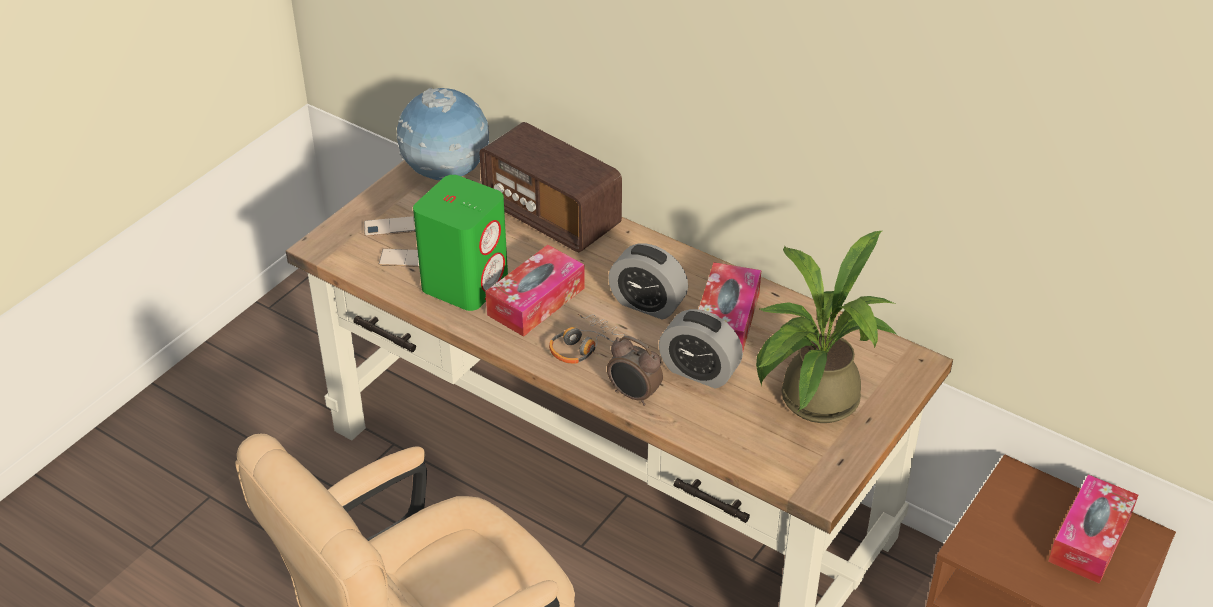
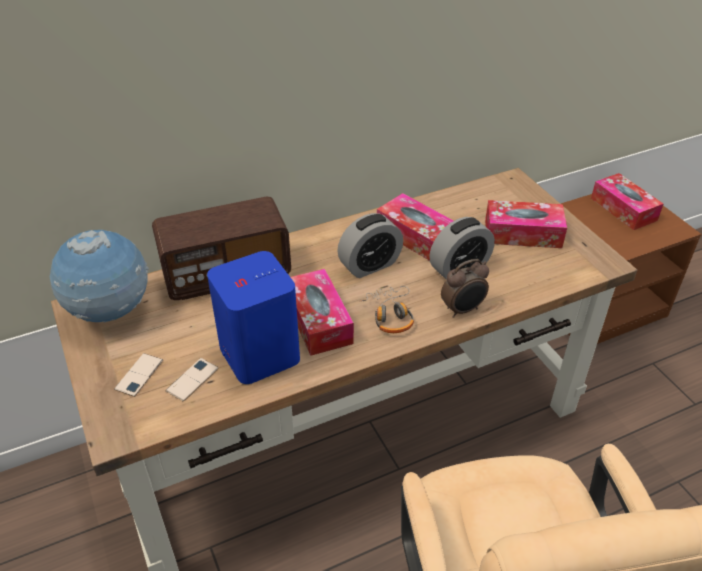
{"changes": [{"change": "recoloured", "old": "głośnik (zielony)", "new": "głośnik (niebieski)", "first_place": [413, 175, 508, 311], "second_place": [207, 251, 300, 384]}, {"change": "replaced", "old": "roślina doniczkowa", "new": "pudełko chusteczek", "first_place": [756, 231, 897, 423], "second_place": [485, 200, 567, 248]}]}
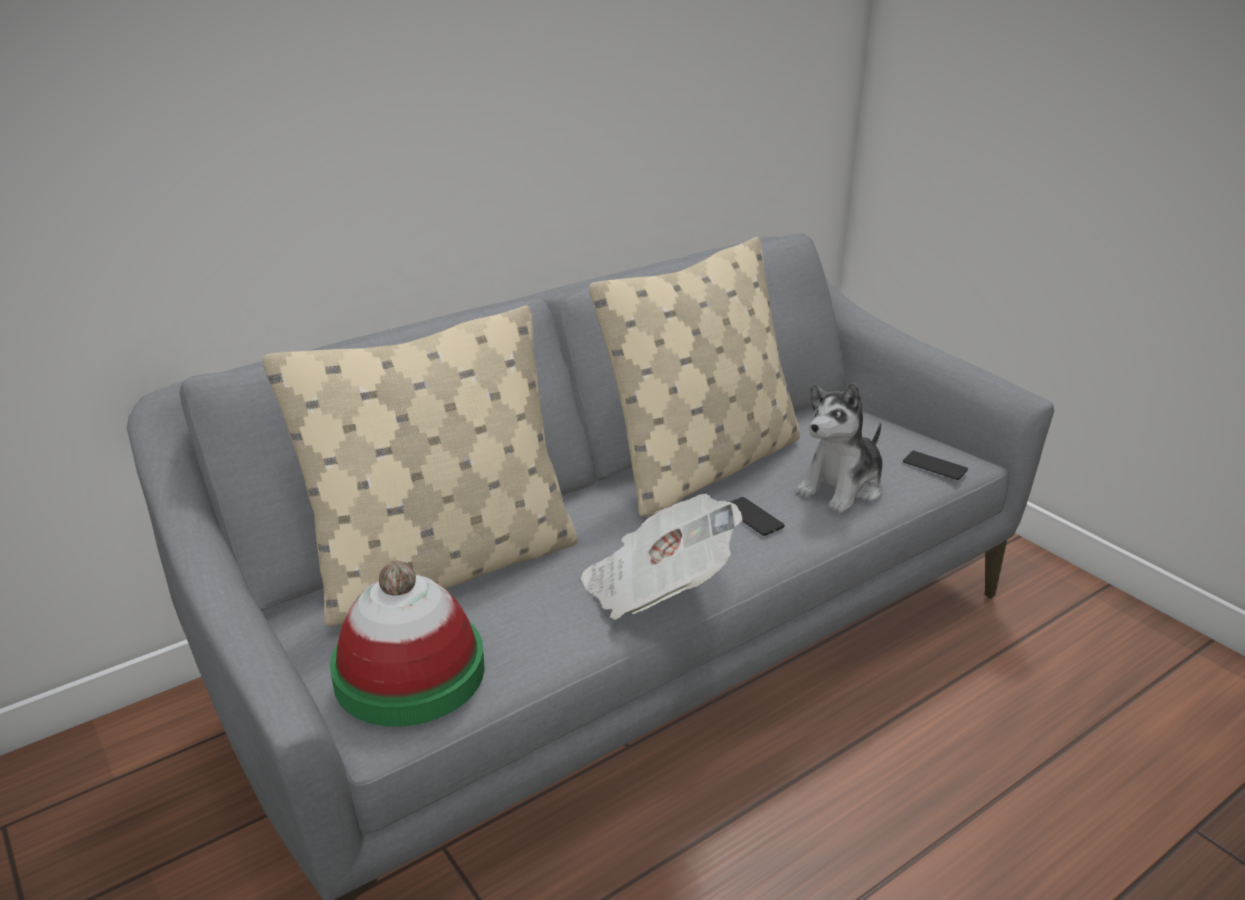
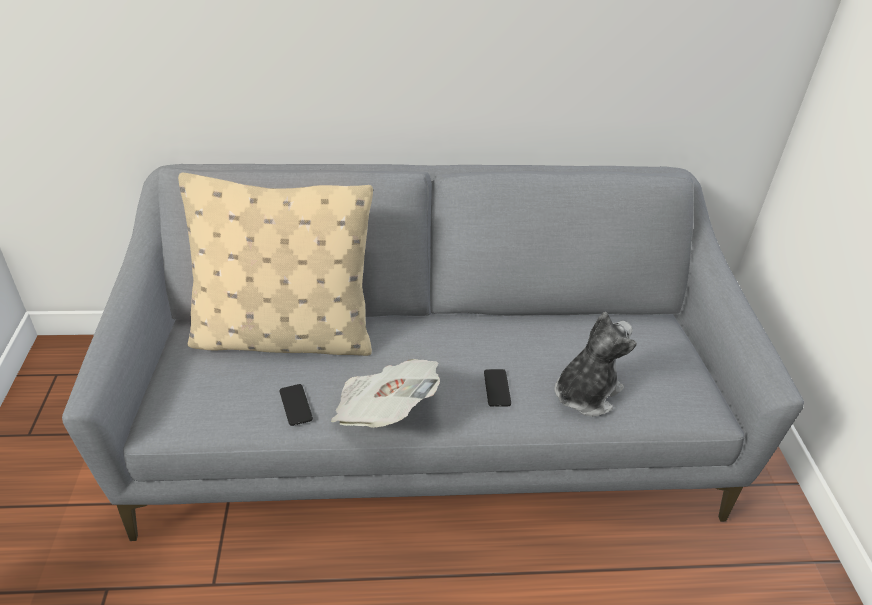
{"changes": [{"change": "removed", "old": "poduszka (beżowy)", "first_place": [589, 237, 800, 517]}, {"change": "turned", "old": "pluszak", "first_place": [795, 383, 883, 513], "second_place": [554, 312, 637, 417], "degrees": 150}, {"change": "moved", "old": "telefon", "first_place": [903, 451, 968, 480], "second_place": [280, 384, 313, 426]}, {"change": "removed", "old": "kapelusz", "first_place": [330, 561, 485, 727]}]}
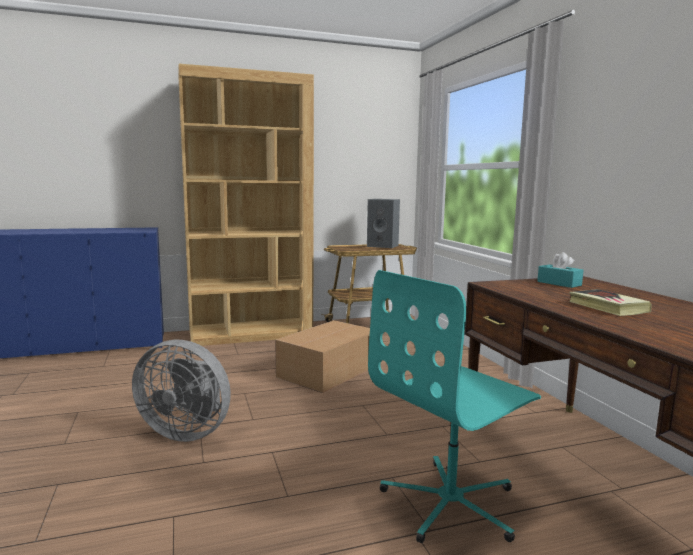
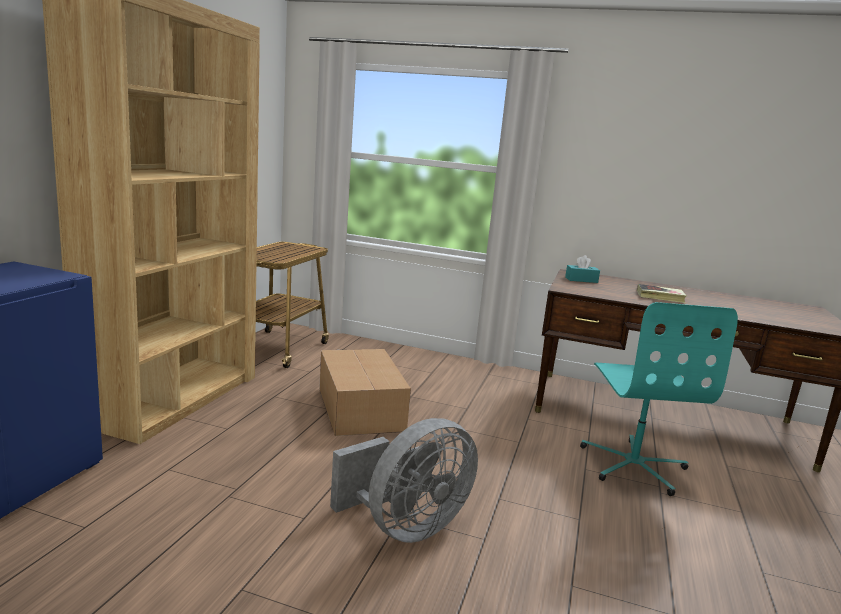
{"changes": [{"change": "removed", "old": "głośnik (szary)", "first_place": [367, 199, 400, 248]}]}
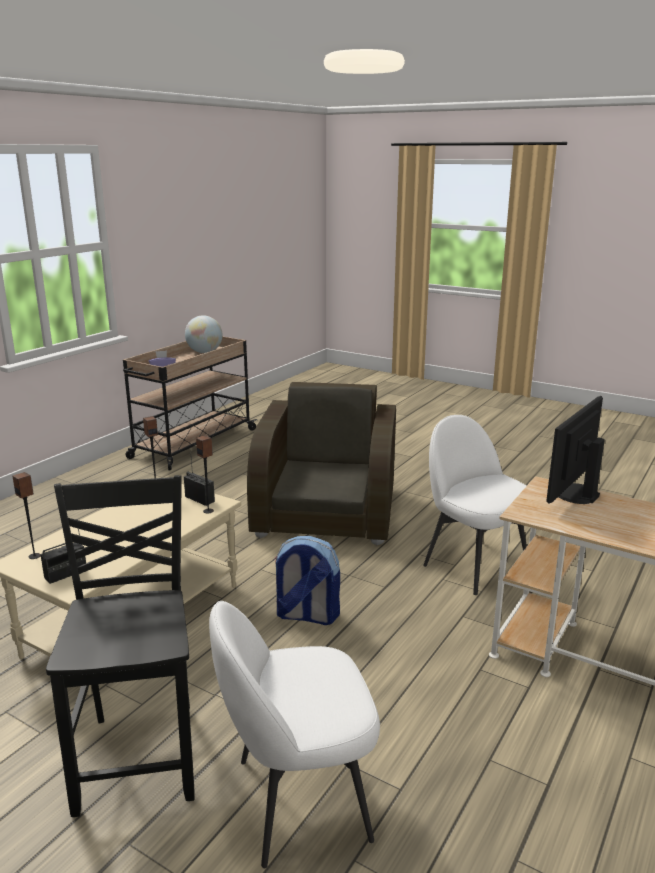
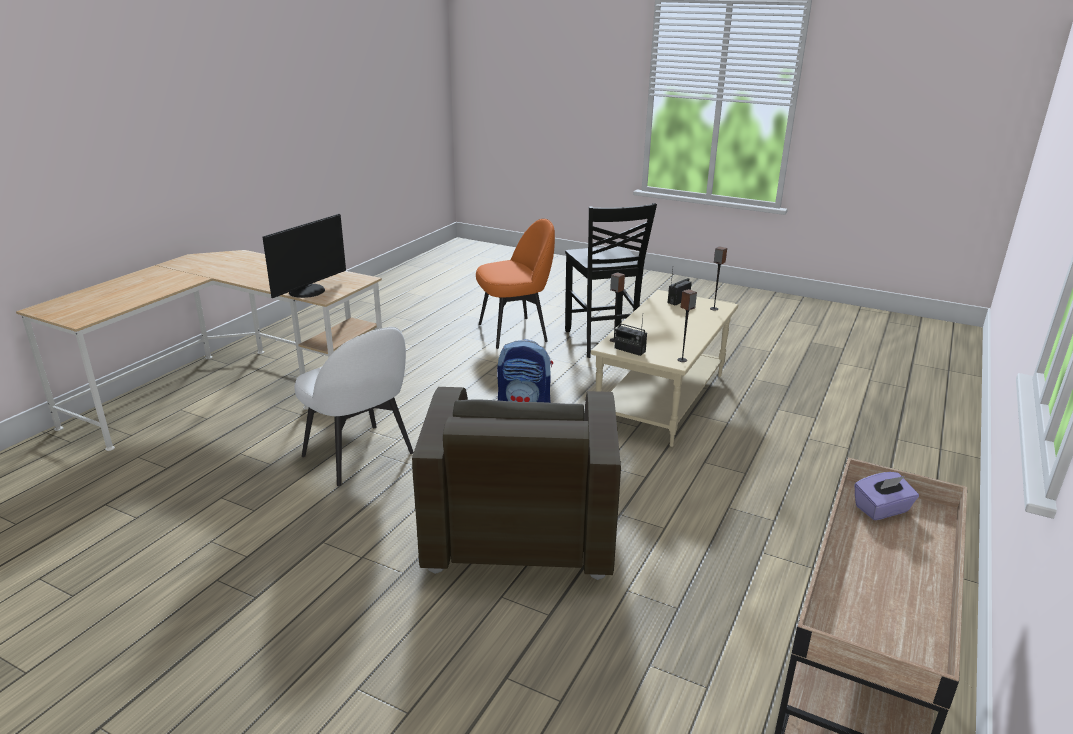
{"changes": [{"change": "removed", "old": "globus", "first_place": [185, 315, 223, 353]}, {"change": "recoloured", "old": "krzesło (biały)", "new": "krzesło (pomarańczowy)", "first_place": [209, 601, 380, 868], "second_place": [476, 219, 555, 349]}]}
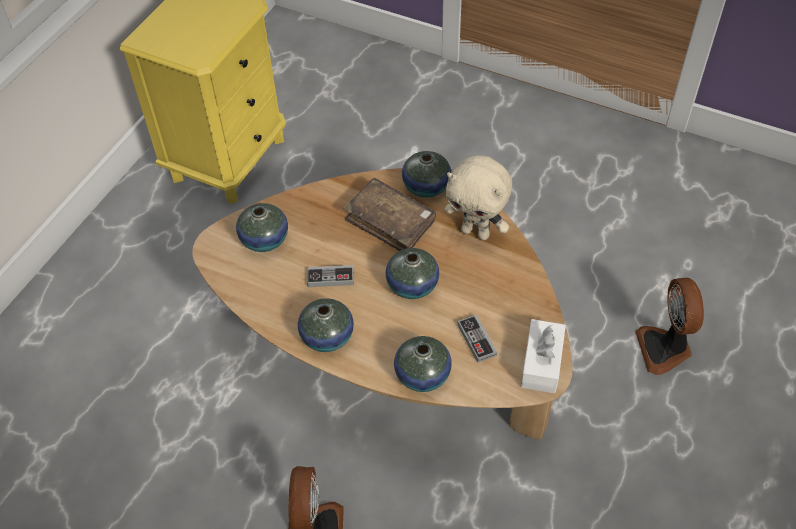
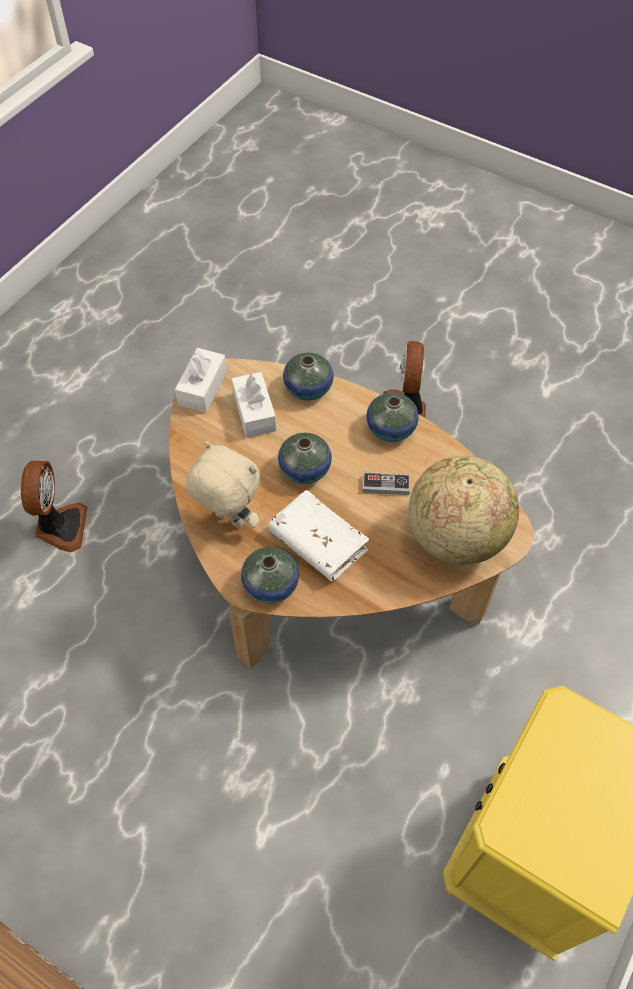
{"changes": [{"change": "recoloured", "old": "książka (brązowy)", "new": "książka (biały)", "first_place": [344, 178, 436, 251], "second_place": [269, 490, 370, 581]}, {"change": "replaced", "old": "wazon", "new": "globus", "first_place": [236, 203, 288, 252], "second_place": [409, 456, 519, 565]}, {"change": "replaced", "old": "pad do gier", "new": "pudełko chusteczek (biały)", "first_place": [458, 314, 497, 363], "second_place": [232, 372, 276, 438]}]}
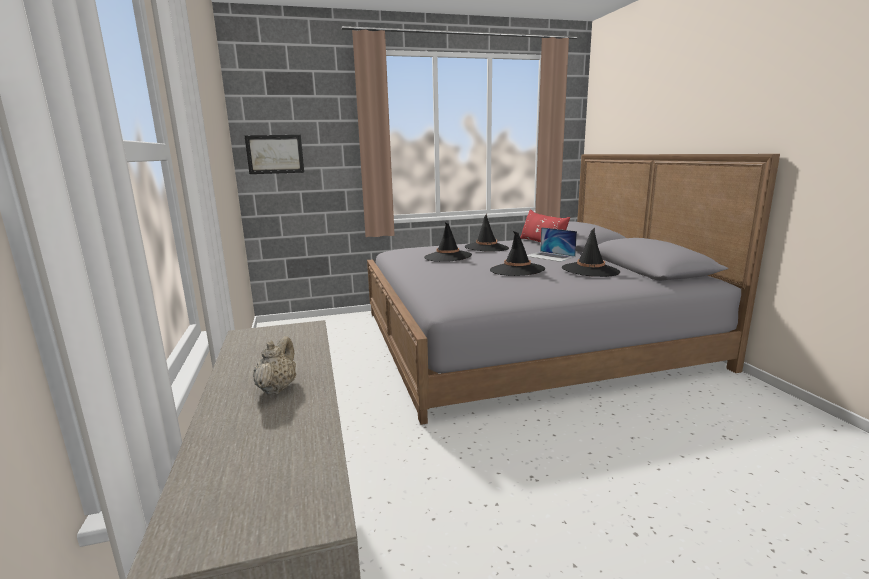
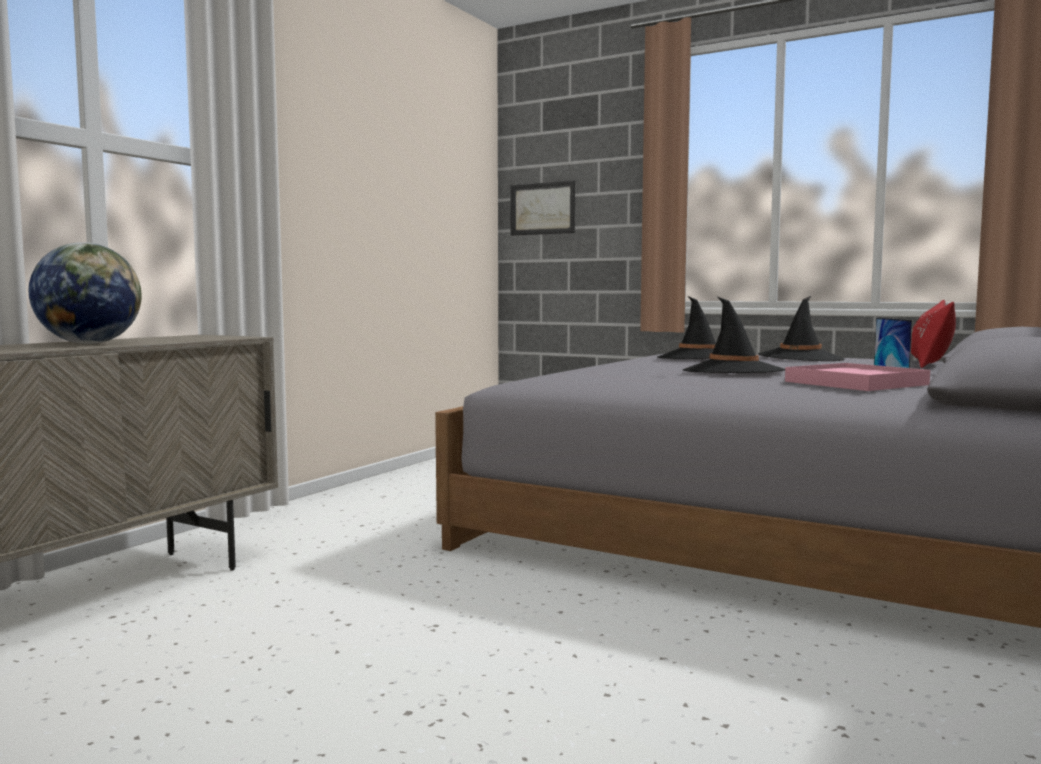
{"changes": [{"change": "replaced", "old": "kapelusz (czarny)", "new": "taca (różowy)", "first_place": [562, 228, 620, 277], "second_place": [785, 363, 930, 391]}, {"change": "replaced", "old": "imbryk (beżowy)", "new": "globus", "first_place": [253, 336, 296, 394], "second_place": [29, 242, 142, 344]}]}
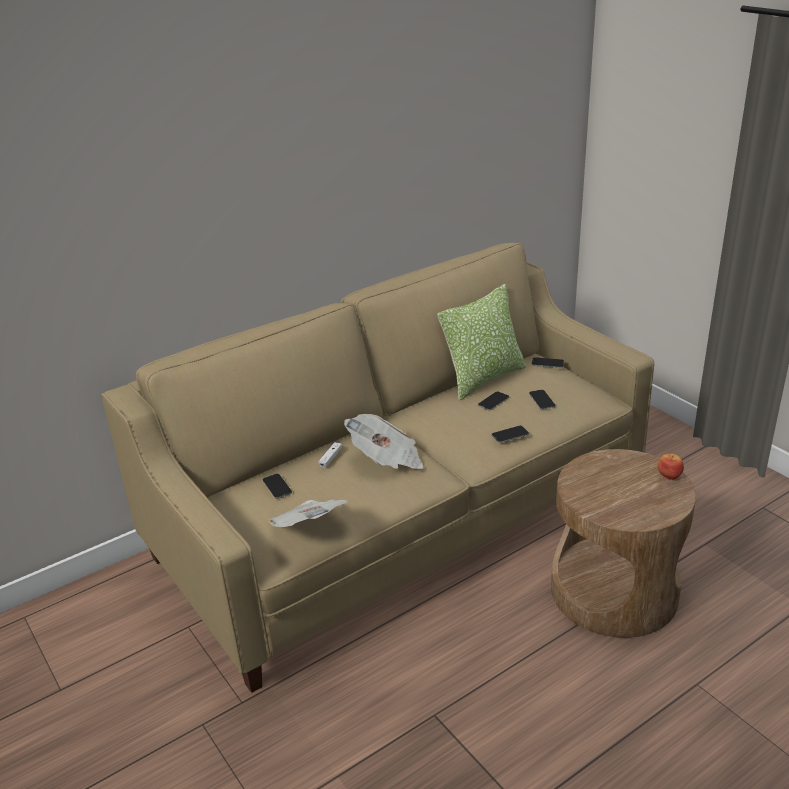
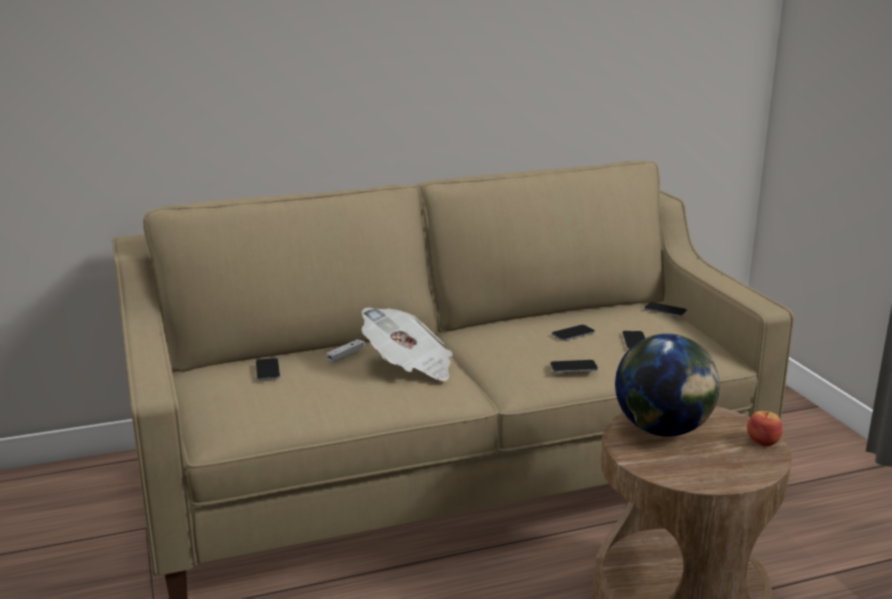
{"changes": [{"change": "removed", "old": "poduszka", "first_place": [437, 284, 526, 401]}, {"change": "removed", "old": "gazeta", "first_place": [268, 499, 347, 527]}, {"change": "added", "new": "globus", "second_place": [615, 334, 719, 437]}]}
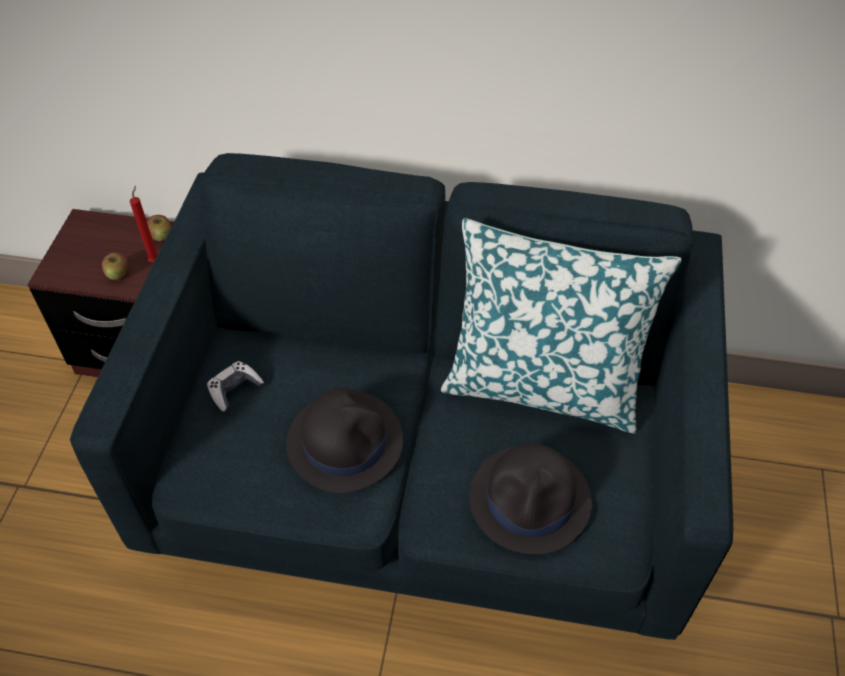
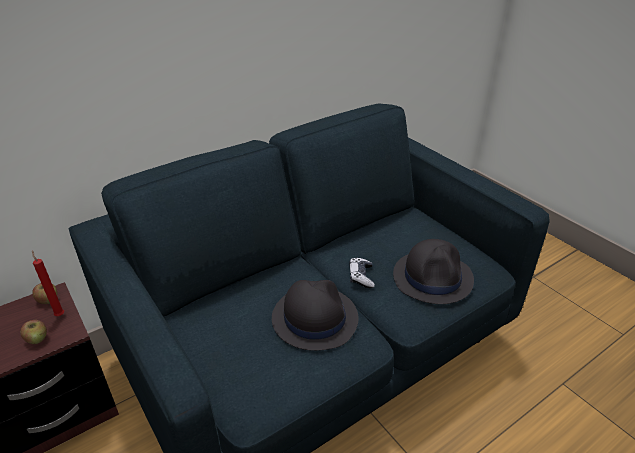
{"changes": [{"change": "removed", "old": "poduszka", "first_place": [441, 218, 681, 434]}, {"change": "moved", "old": "pad do gier", "first_place": [207, 361, 264, 412], "second_place": [349, 257, 375, 288]}]}
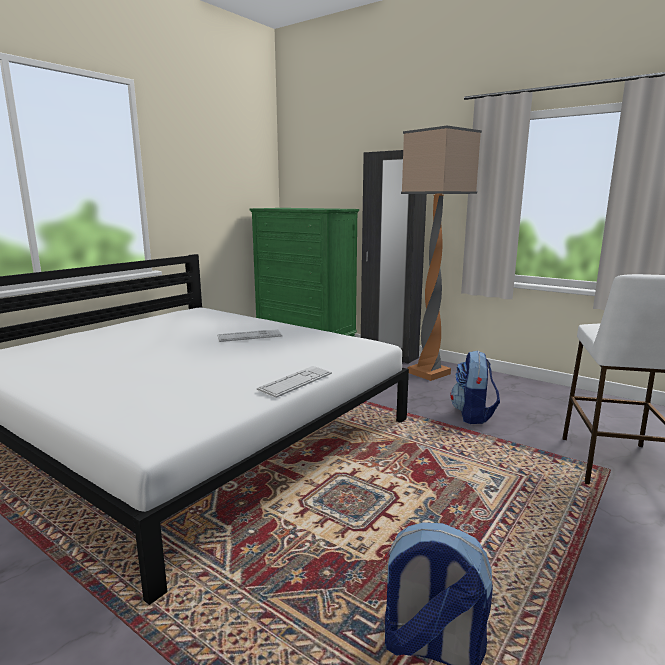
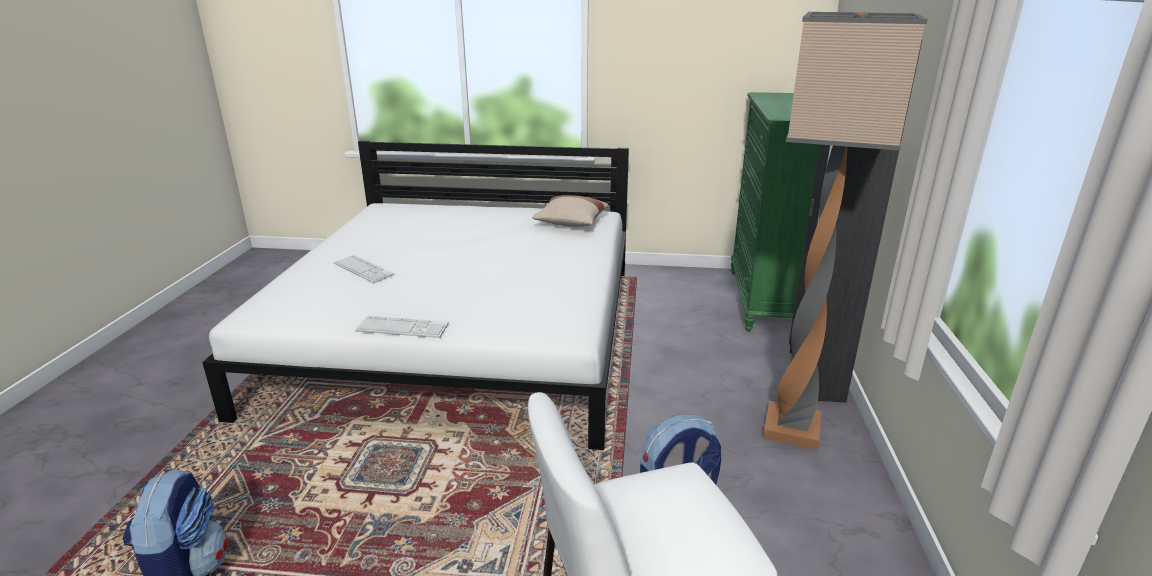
{"changes": [{"change": "moved", "old": "klawiatura", "first_place": [217, 329, 282, 342], "second_place": [334, 255, 394, 283]}, {"change": "added", "new": "poduszka (beżowy)", "second_place": [532, 195, 608, 227]}]}
